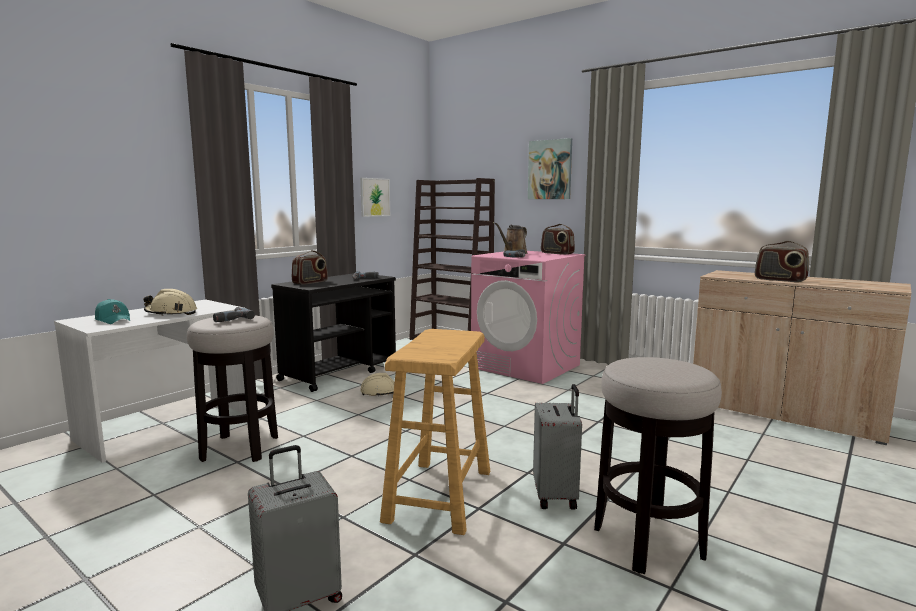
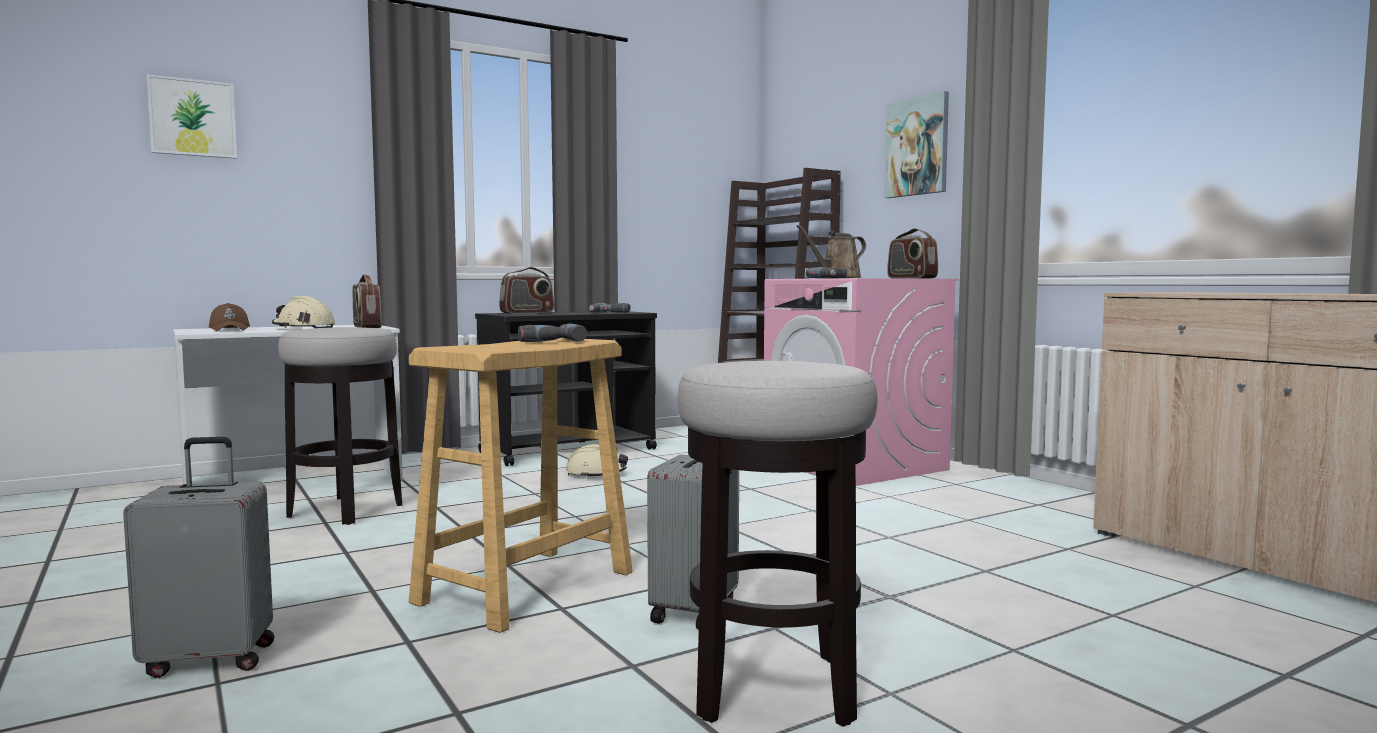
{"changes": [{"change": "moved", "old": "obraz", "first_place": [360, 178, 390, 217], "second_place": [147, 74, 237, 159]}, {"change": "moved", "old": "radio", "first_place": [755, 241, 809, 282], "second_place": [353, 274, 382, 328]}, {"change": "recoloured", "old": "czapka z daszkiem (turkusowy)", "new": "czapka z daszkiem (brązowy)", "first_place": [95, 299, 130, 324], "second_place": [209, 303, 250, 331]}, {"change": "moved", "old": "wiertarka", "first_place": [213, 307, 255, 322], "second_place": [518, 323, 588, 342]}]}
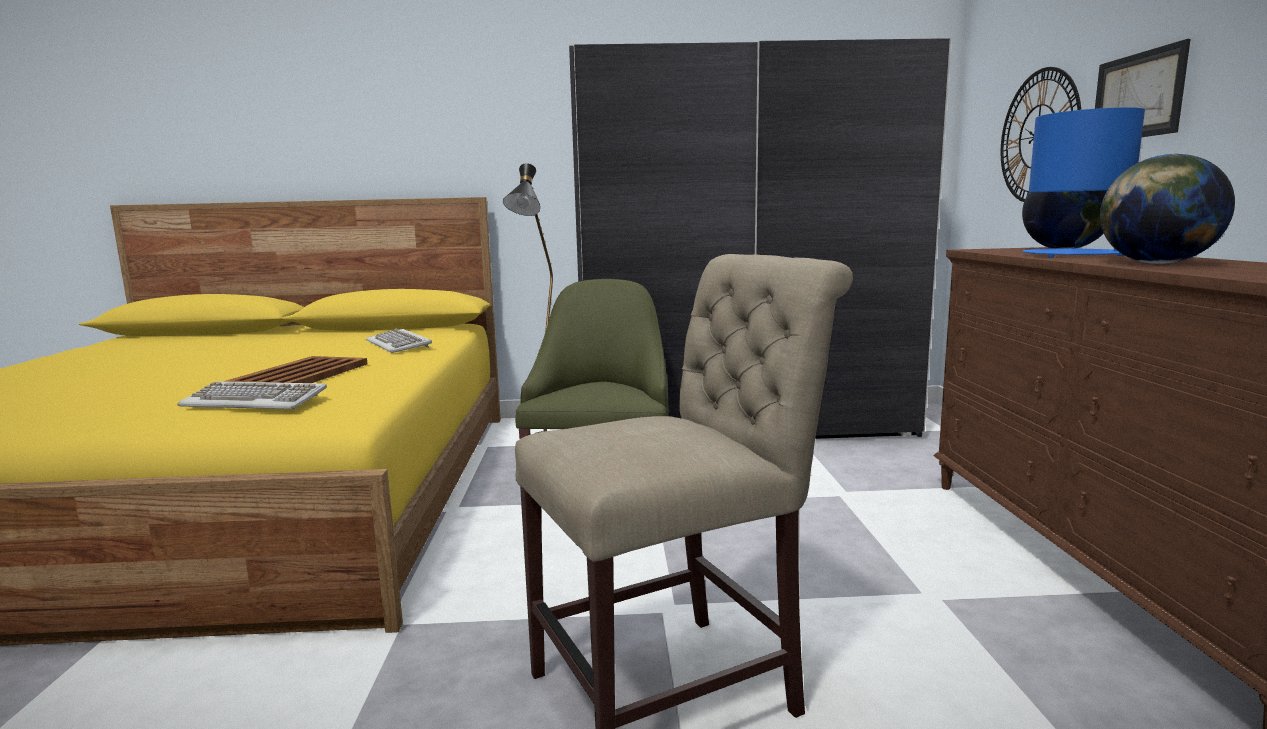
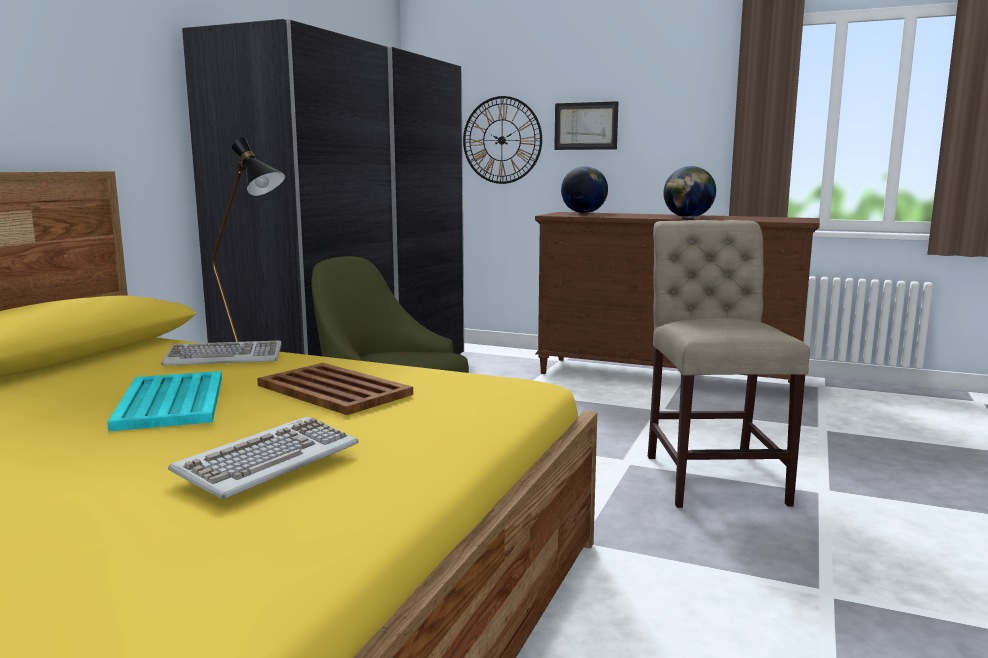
{"changes": [{"change": "removed", "old": "lampa stołowa (niebieski)", "first_place": [1022, 107, 1145, 258]}, {"change": "moved", "old": "klawiatura", "first_place": [177, 382, 327, 409], "second_place": [168, 417, 358, 499]}, {"change": "added", "new": "taca (turkusowy)", "second_place": [107, 371, 222, 431]}]}
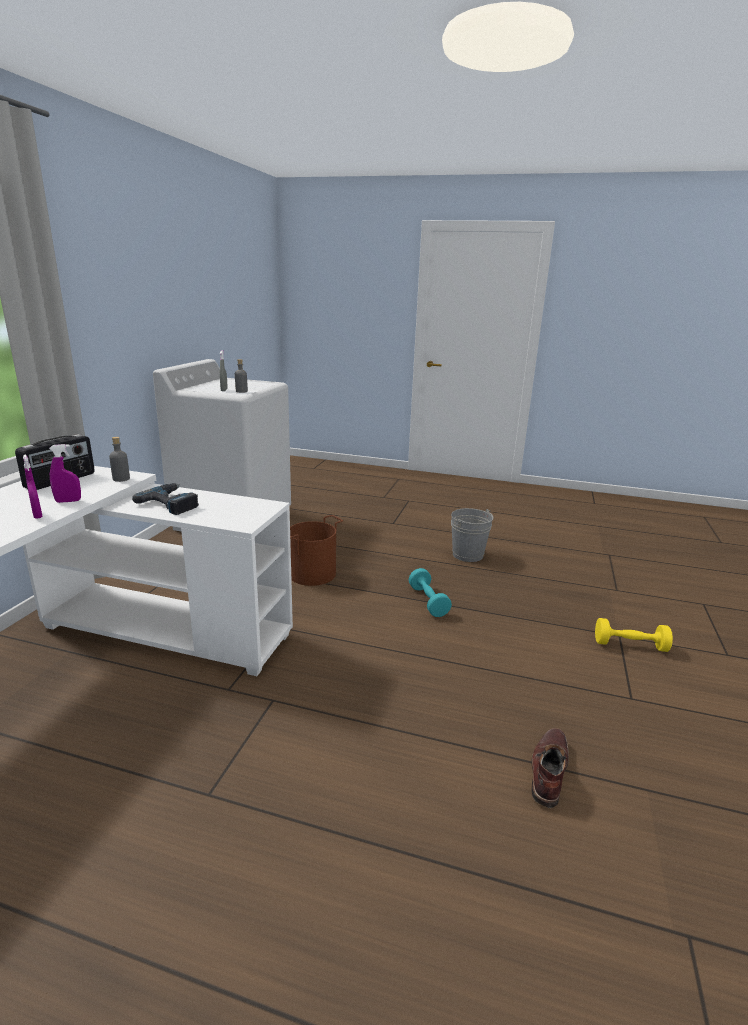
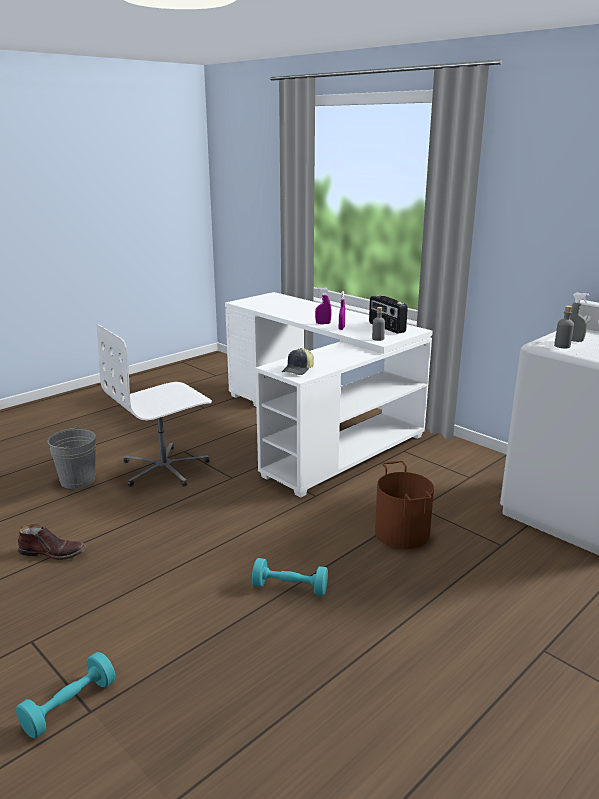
{"changes": [{"change": "removed", "old": "wiertarka", "first_place": [132, 483, 199, 515]}, {"change": "moved", "old": "wiadro (szary)", "first_place": [451, 508, 493, 562], "second_place": [48, 426, 96, 489]}, {"change": "recoloured", "old": "hantel (żółty)", "new": "hantel (turkusowy)", "first_place": [595, 618, 673, 652], "second_place": [16, 652, 115, 738]}, {"change": "turned", "old": "but z cholewką (brązowy)", "first_place": [532, 728, 569, 808], "second_place": [18, 524, 86, 560], "degrees": -45}, {"change": "added", "new": "krzesło biurowe (biały)", "second_place": [97, 324, 212, 487]}, {"change": "added", "new": "czapka z daszkiem", "second_place": [282, 348, 314, 375]}]}
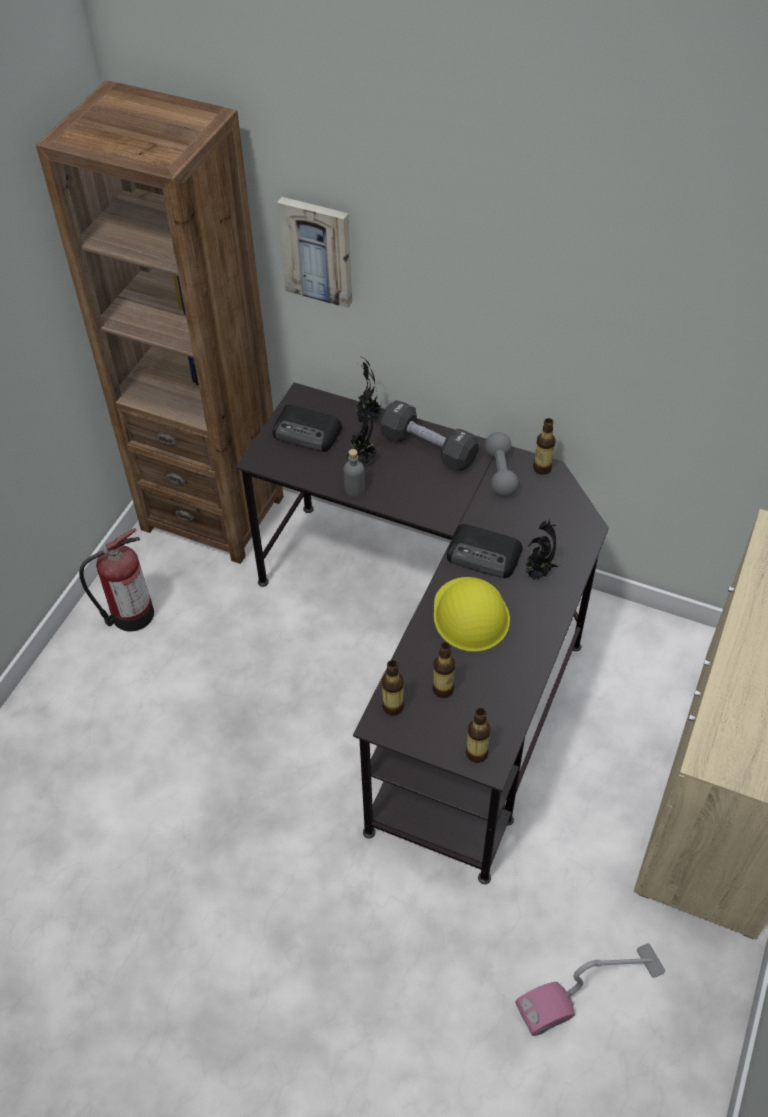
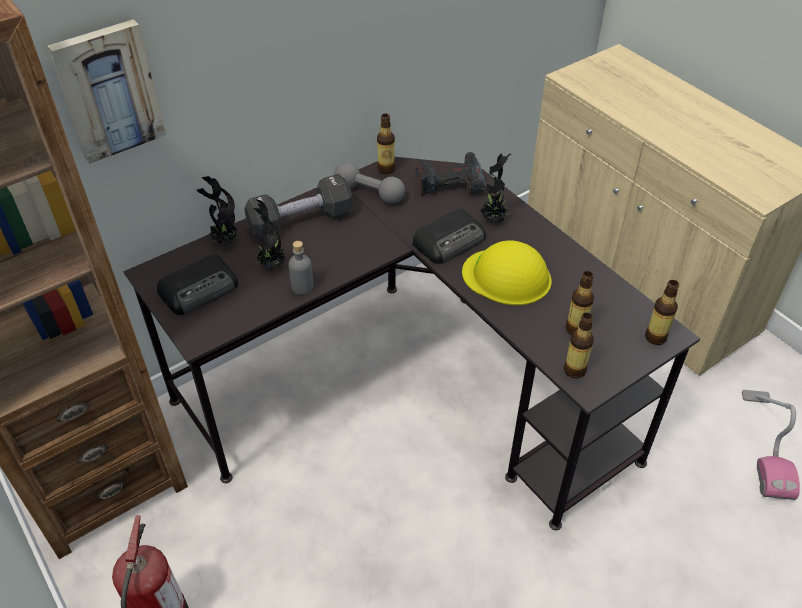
{"changes": [{"change": "added", "new": "wiertarka", "second_place": [415, 152, 485, 196]}]}
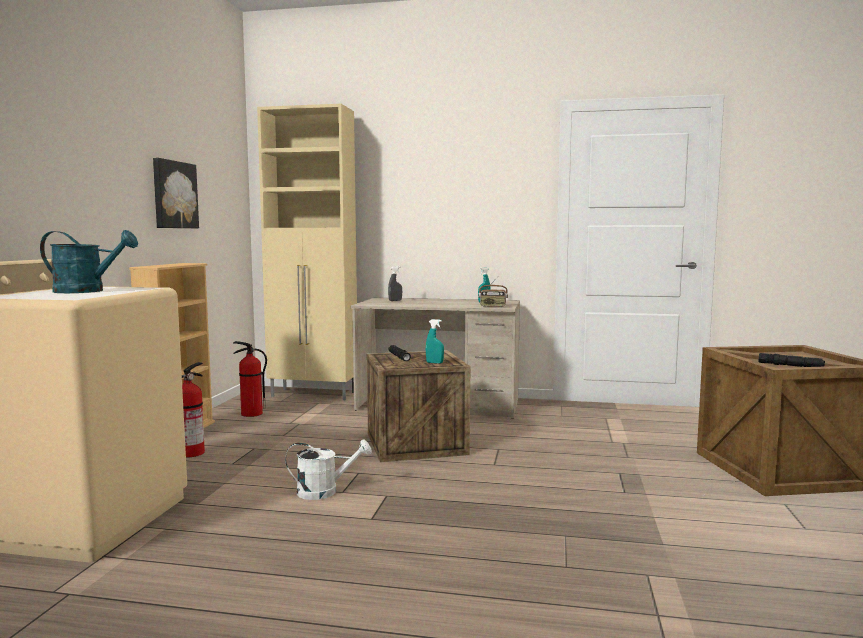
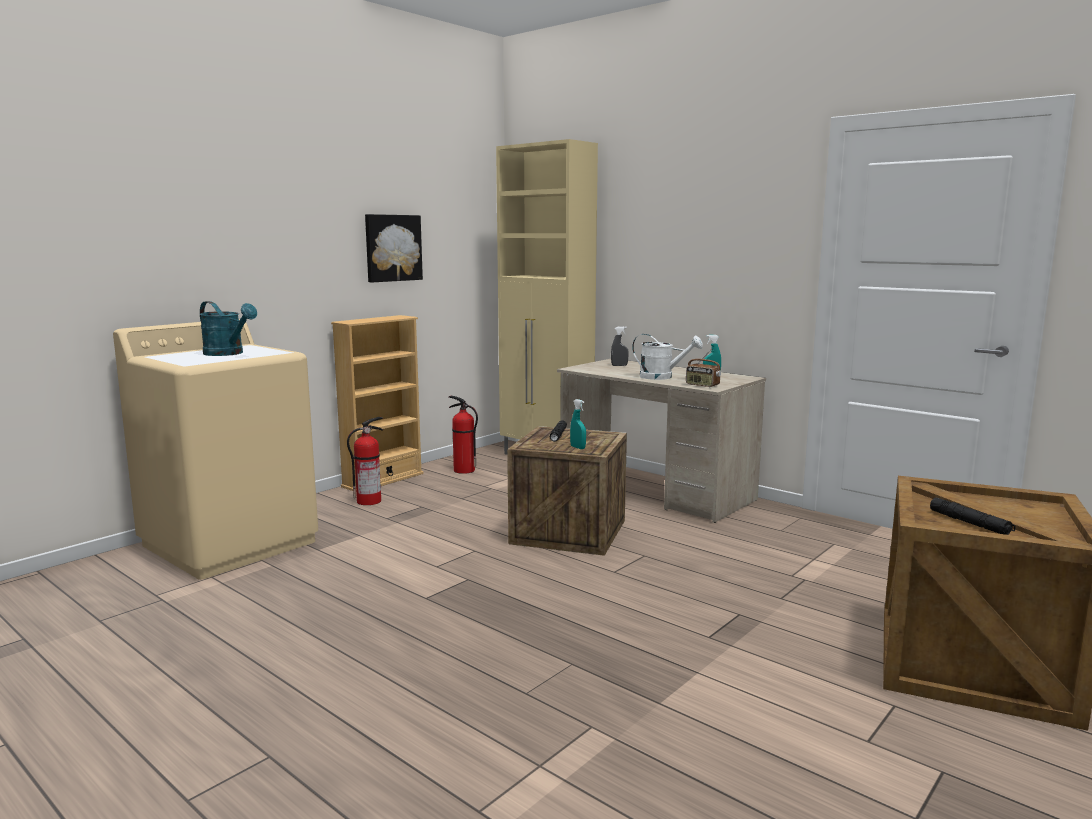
{"changes": [{"change": "moved", "old": "konewka (biały)", "first_place": [285, 439, 372, 500], "second_place": [632, 334, 703, 380]}]}
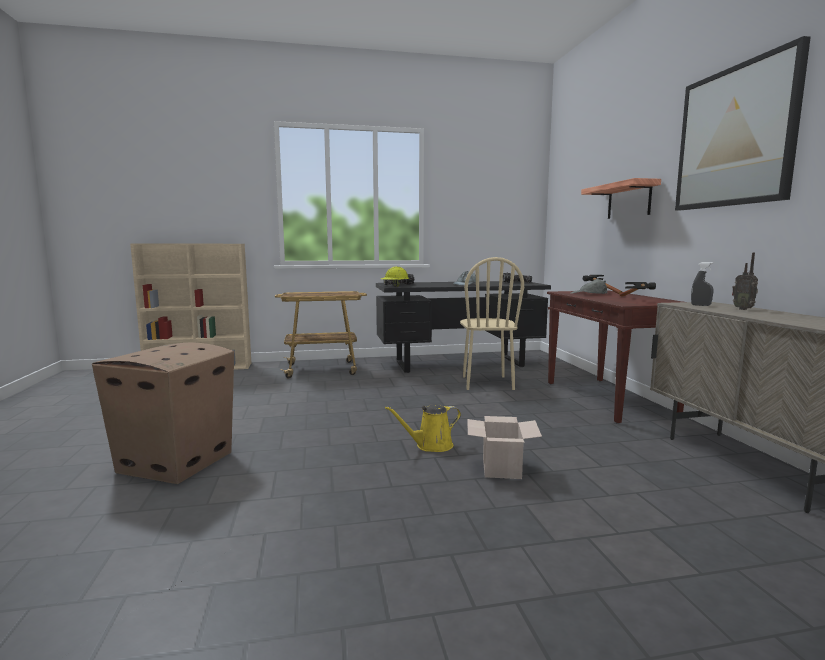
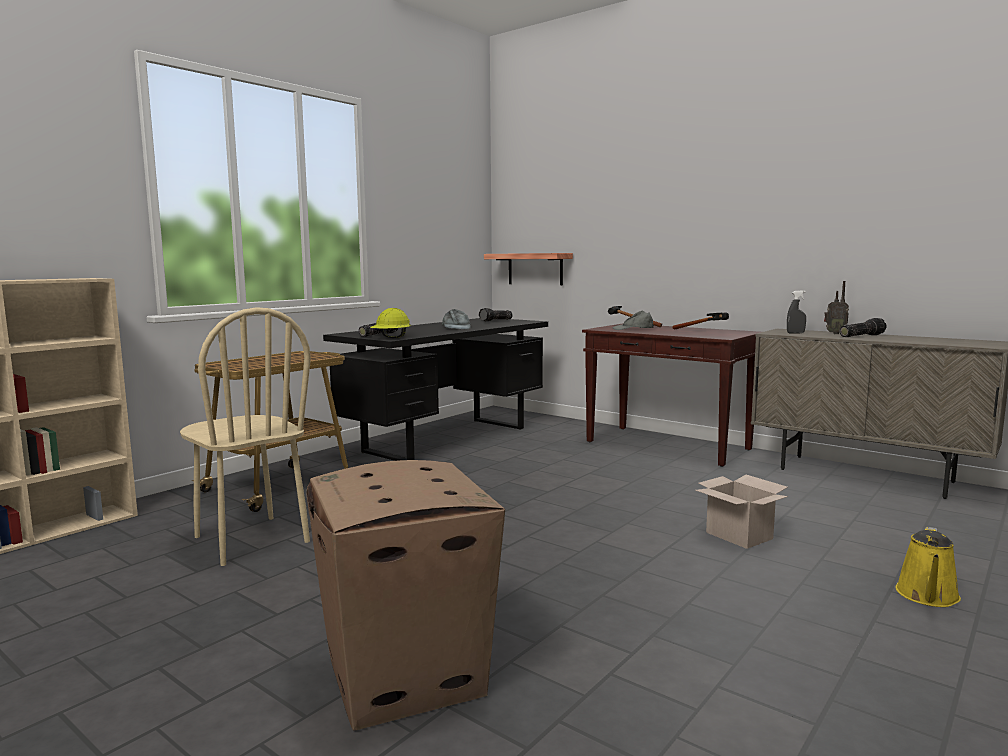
{"changes": [{"change": "removed", "old": "obraz", "first_place": [675, 36, 811, 210]}, {"change": "moved", "old": "półka", "first_place": [581, 178, 661, 219], "second_place": [484, 253, 573, 285]}, {"change": "moved", "old": "krzesło (beżowy)", "first_place": [460, 257, 524, 390], "second_place": [180, 307, 311, 566]}, {"change": "moved", "old": "konewka (żółty)", "first_place": [385, 404, 461, 452], "second_place": [895, 527, 961, 607]}, {"change": "added", "new": "latarka", "second_place": [840, 318, 887, 337]}]}
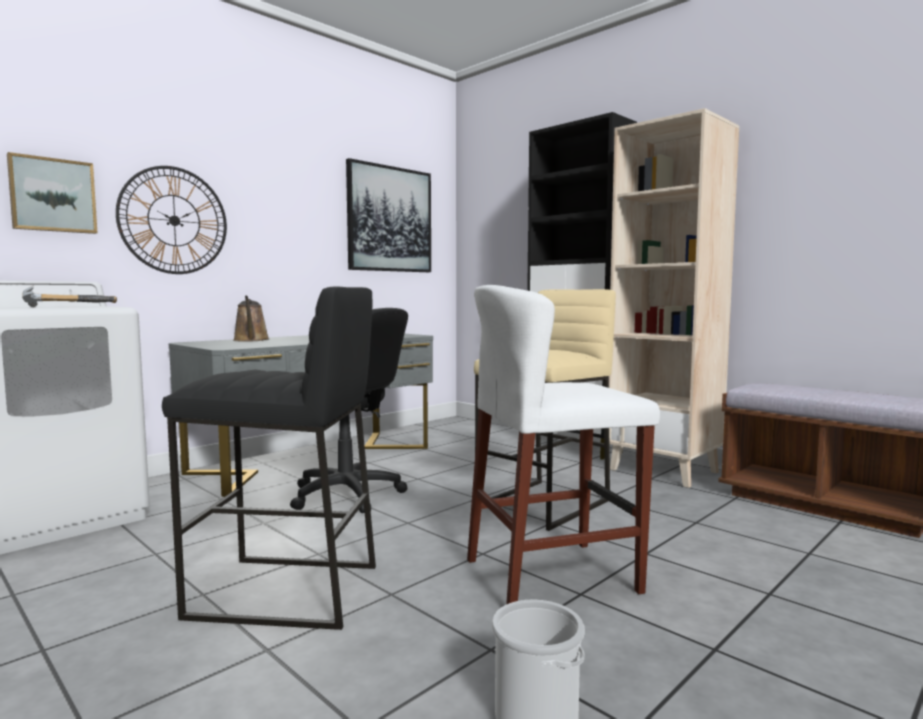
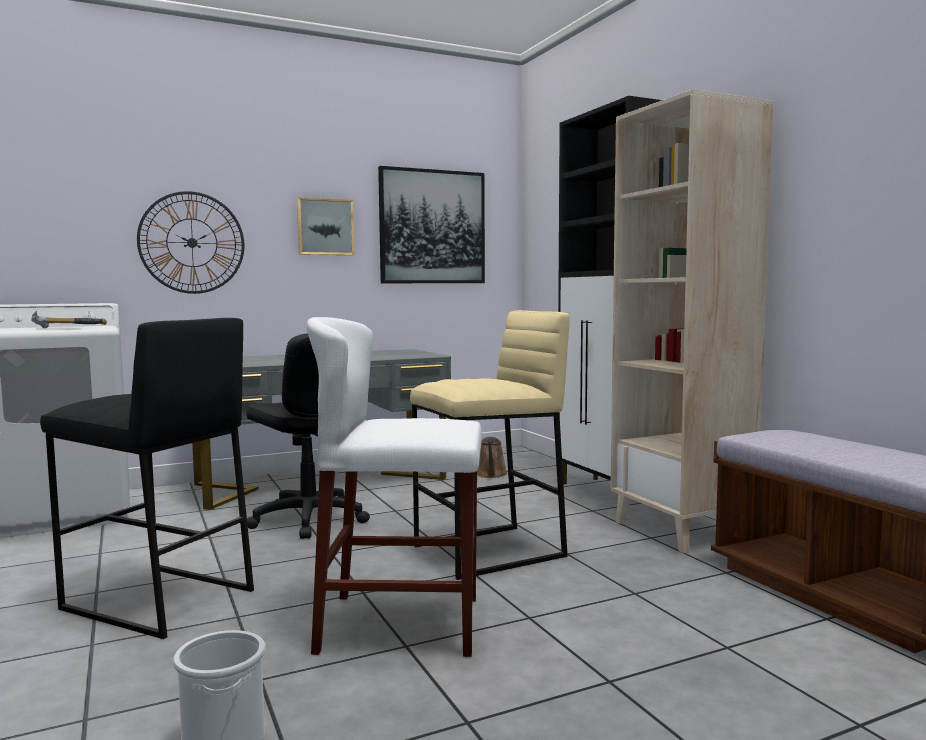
{"changes": [{"change": "moved", "old": "obraz", "first_place": [7, 152, 97, 234], "second_place": [297, 197, 354, 255]}, {"change": "moved", "old": "konewka (brązowy)", "first_place": [233, 296, 269, 342], "second_place": [477, 437, 508, 478]}]}
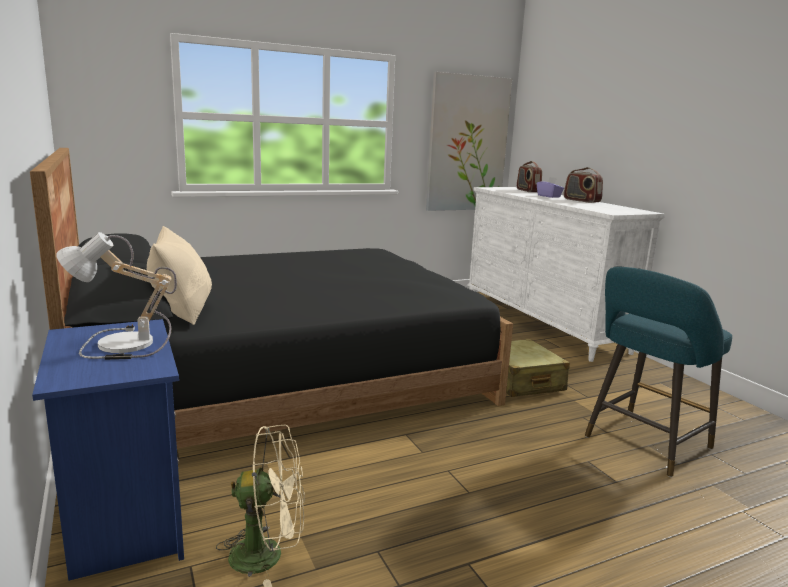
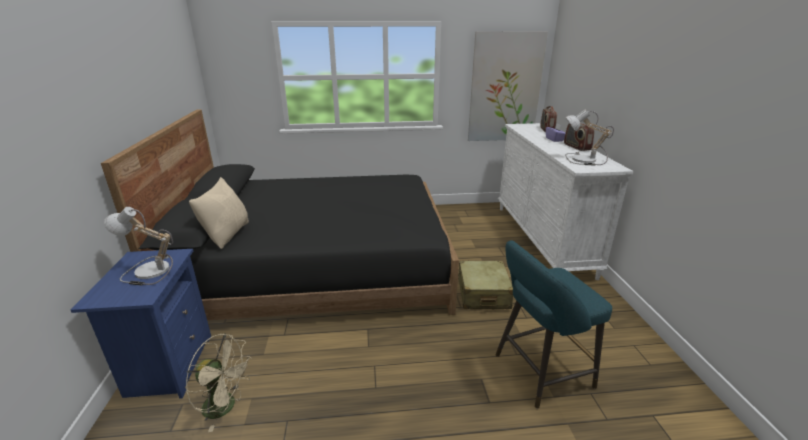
{"changes": [{"change": "added", "new": "lampa stołowa", "second_place": [565, 110, 614, 166]}]}
